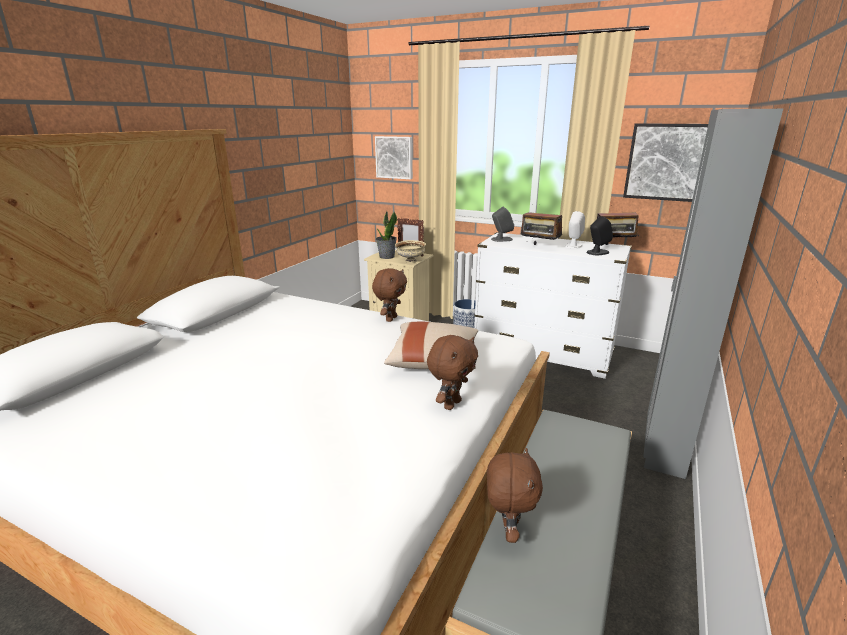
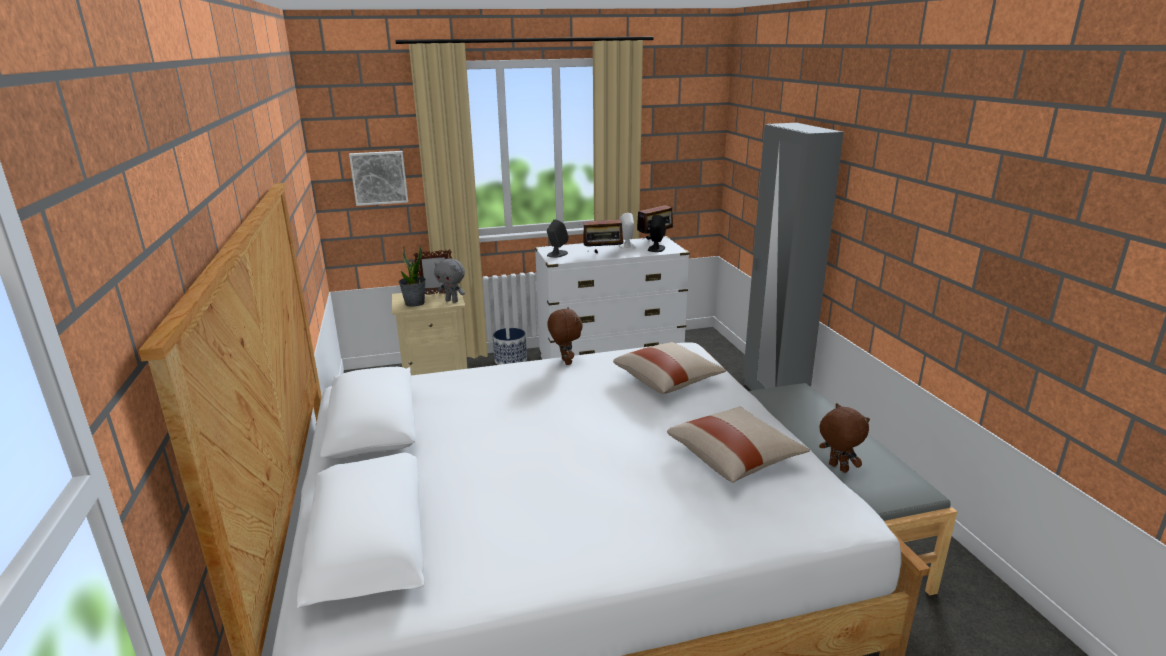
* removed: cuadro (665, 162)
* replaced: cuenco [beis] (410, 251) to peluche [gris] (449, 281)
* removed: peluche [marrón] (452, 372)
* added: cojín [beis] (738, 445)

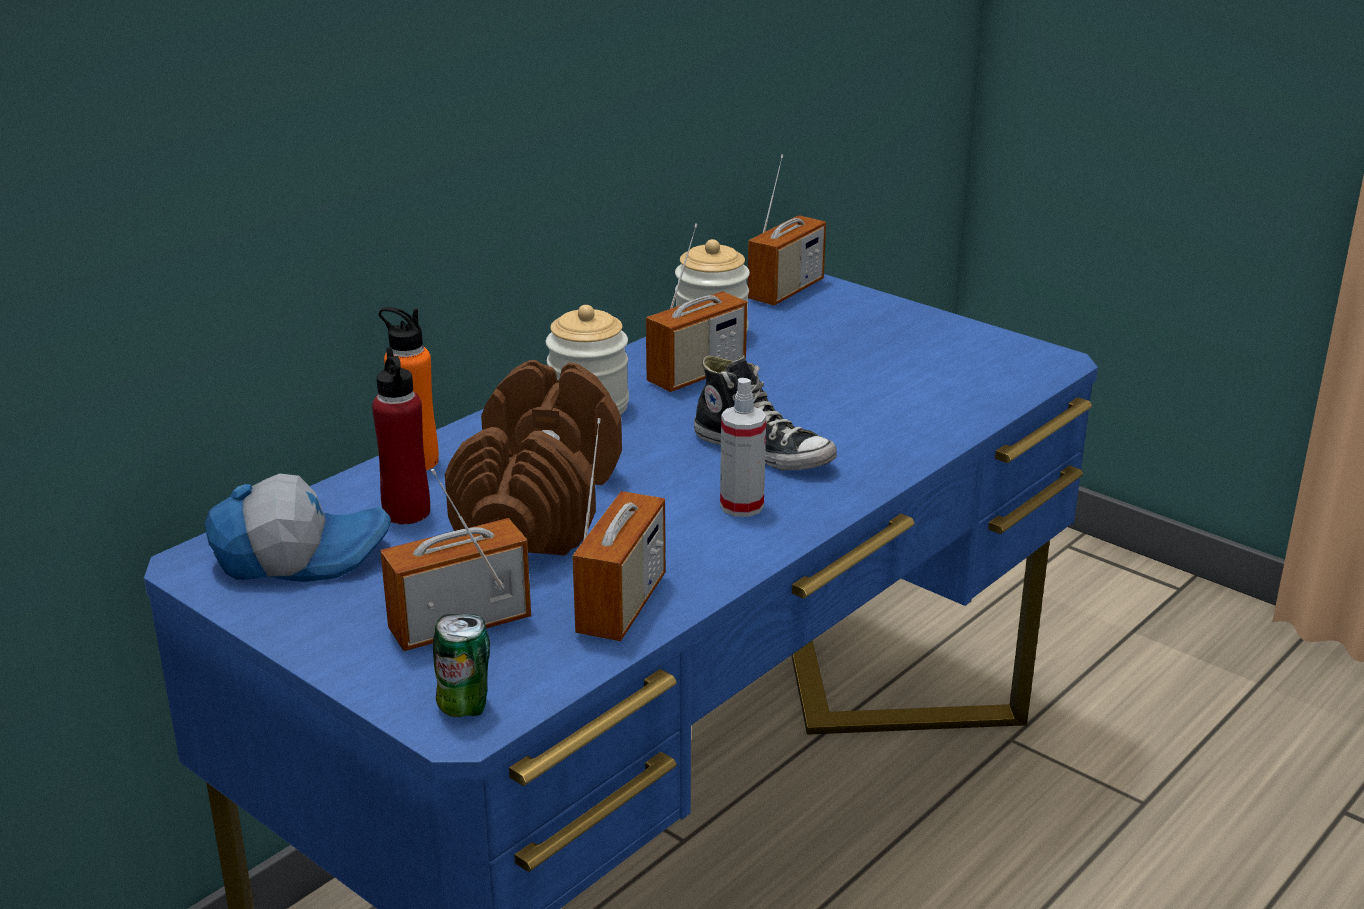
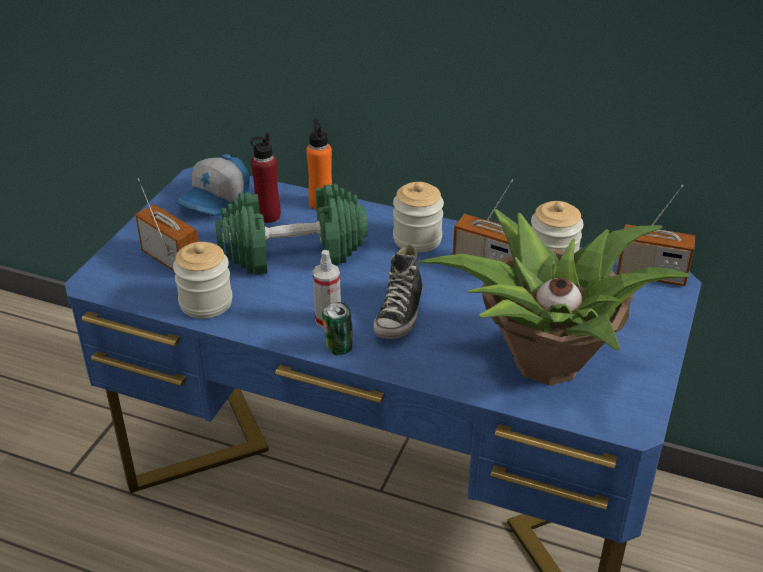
* recoloured: mancuerna [marrón] (533, 458) to mancuerna [verde] (291, 229)
* replaced: radio (619, 529) to tarro (202, 280)
* turned: gorra (297, 527) = (213, 185) 60 degrees clockwise
* moved: lata (461, 665) to (337, 328)
* added: planta en maceta (554, 297)

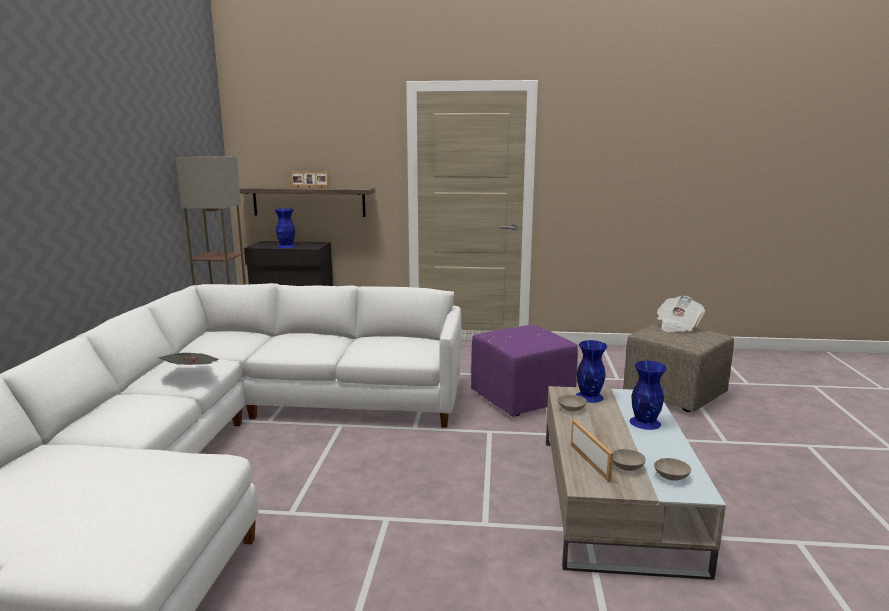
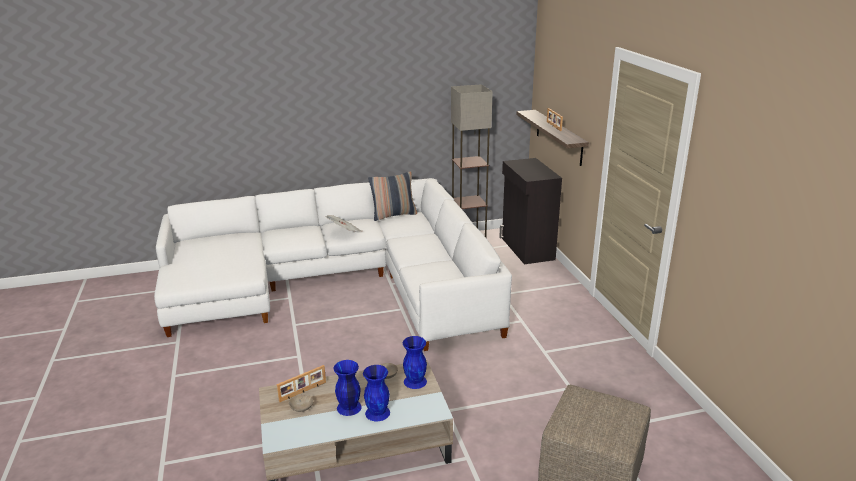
* moved: florero [azul] (285, 228) to (347, 388)
* removed: periódico (681, 314)
* removed: puf [morado] (524, 371)
* removed: cuenco [beis] (672, 469)
* added: cojín (392, 196)

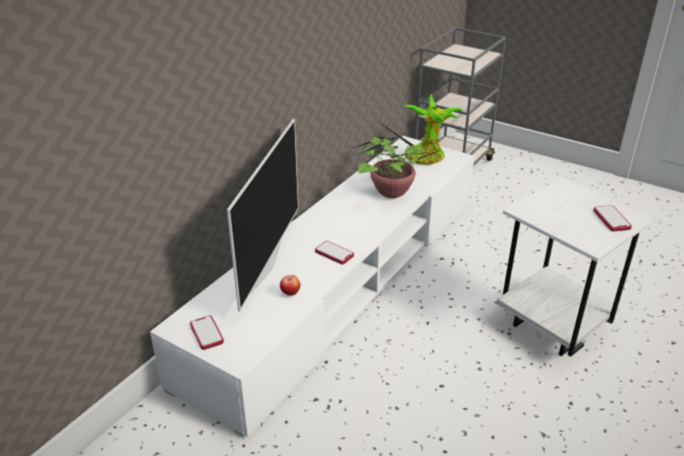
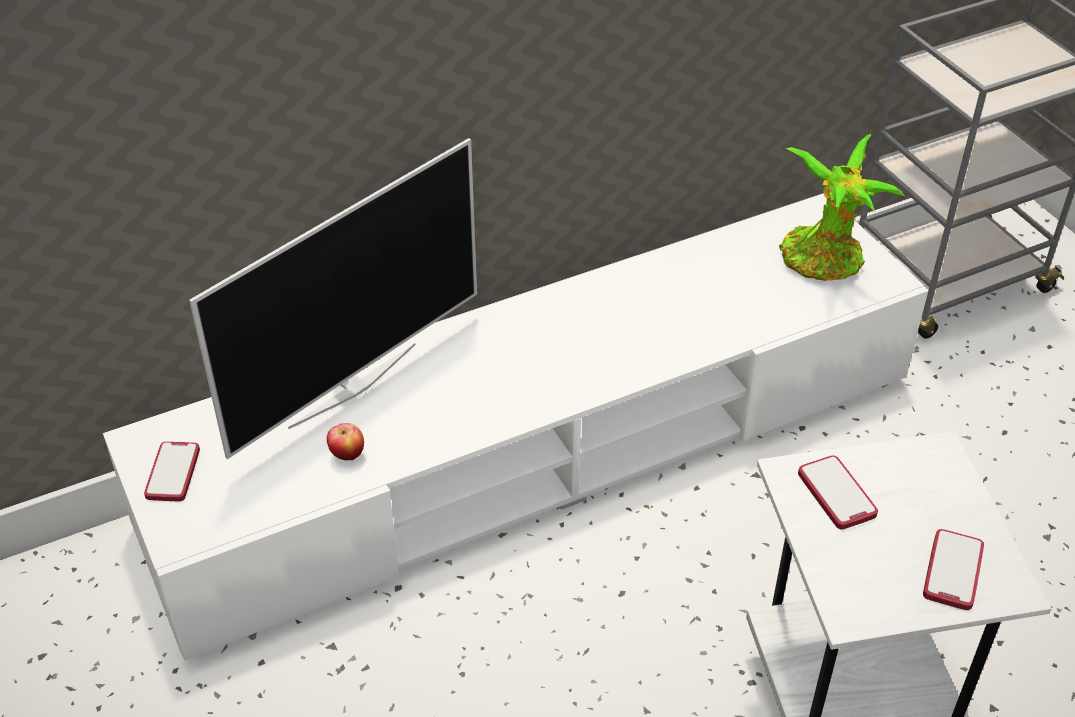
* removed: planta en maceta (397, 159)
* moved: móvil (334, 252) to (838, 492)

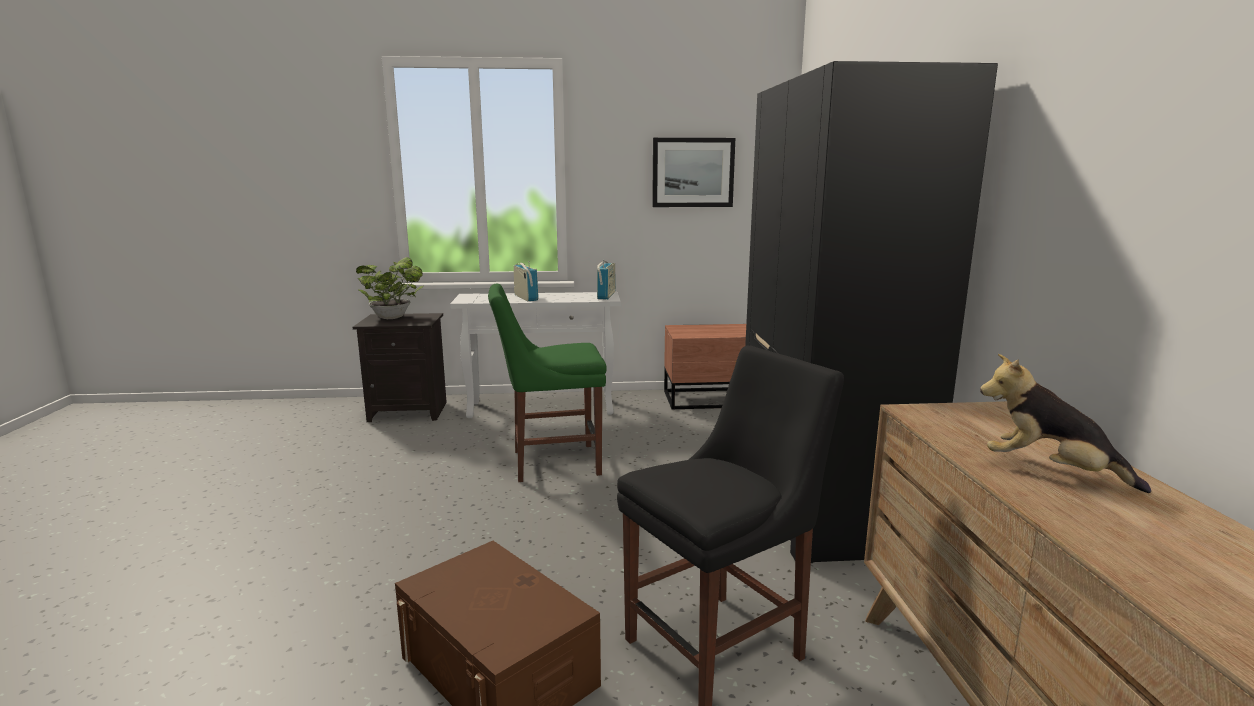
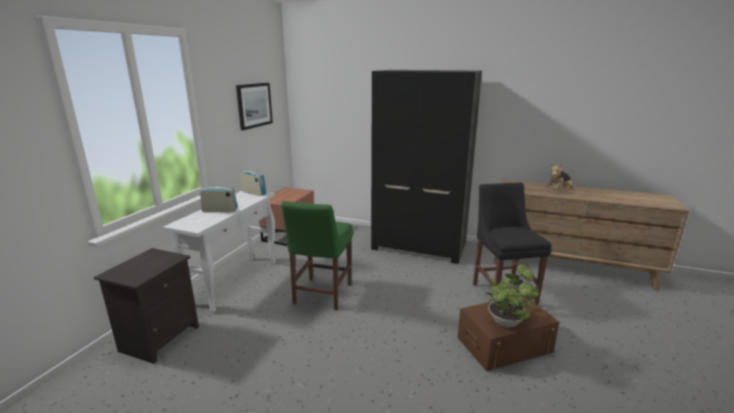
* moved: planta en maceta (390, 288) to (513, 296)

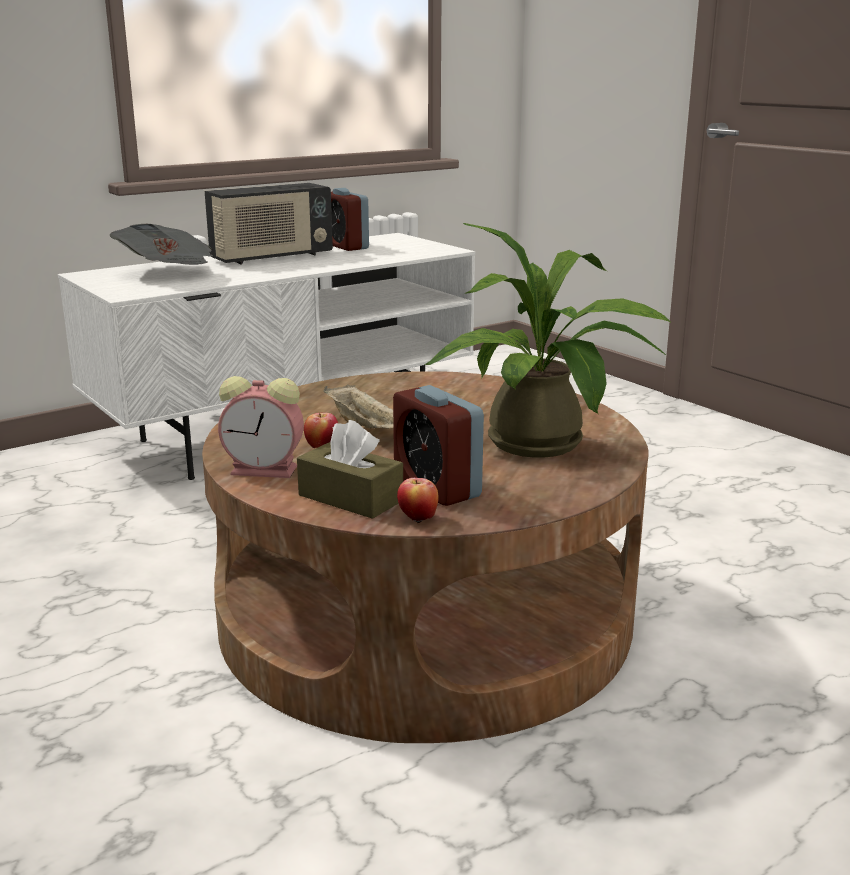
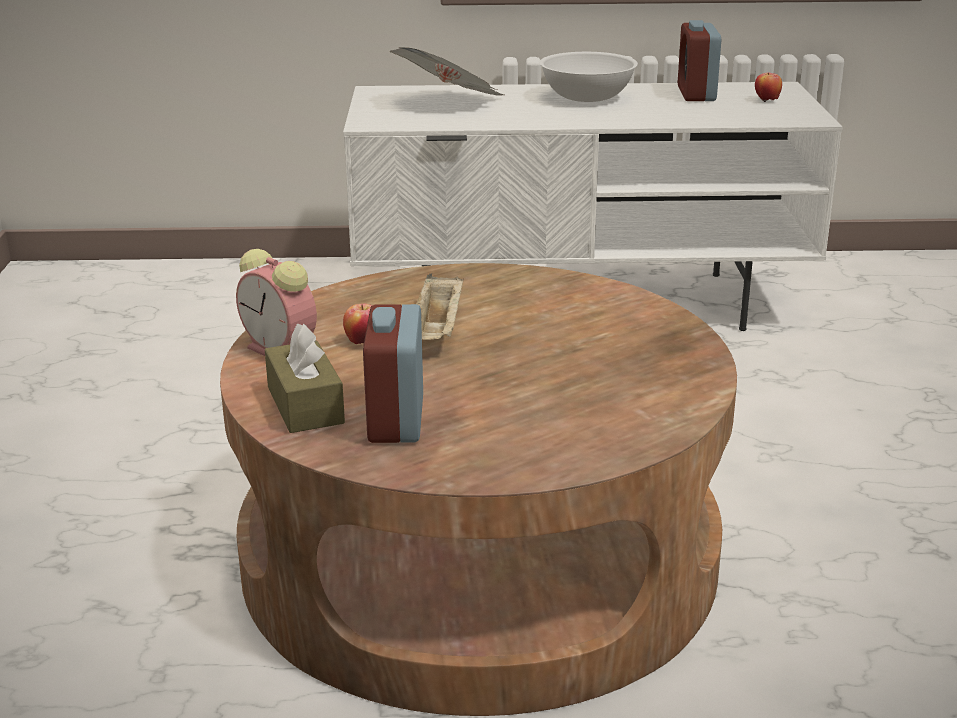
* replaced: radio (269, 223) to cuenco [blanco] (588, 77)
* removed: planta en maceta (548, 340)
* moved: manzana (418, 500) to (768, 87)

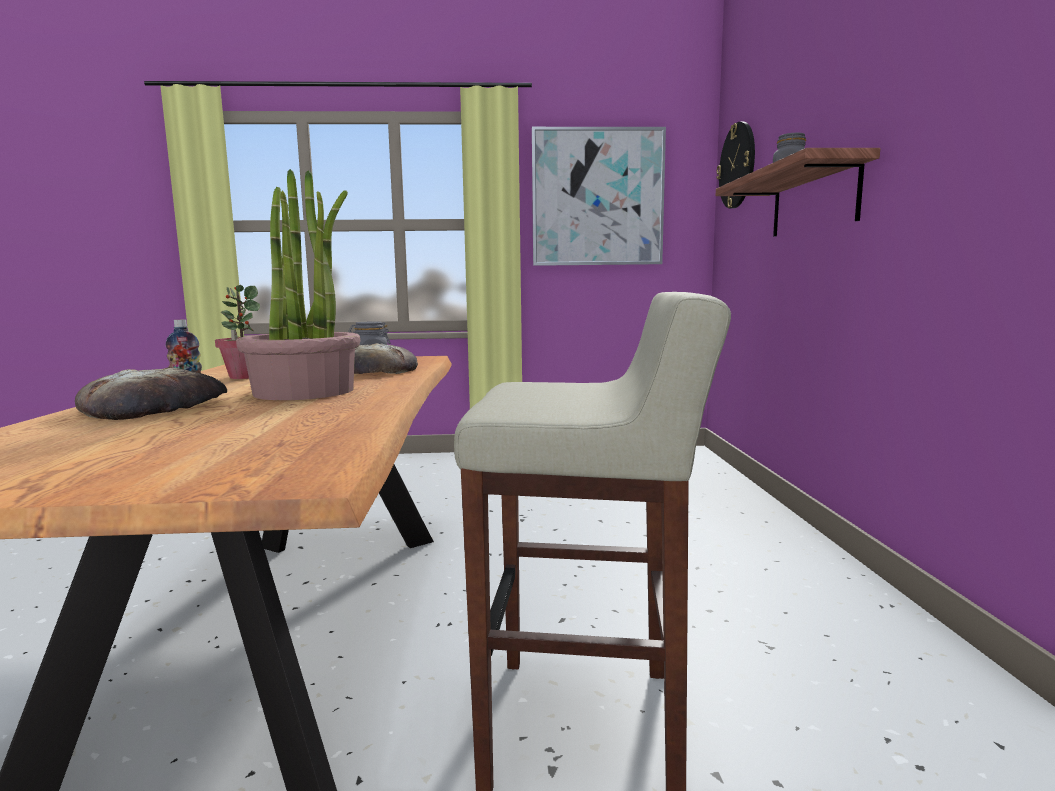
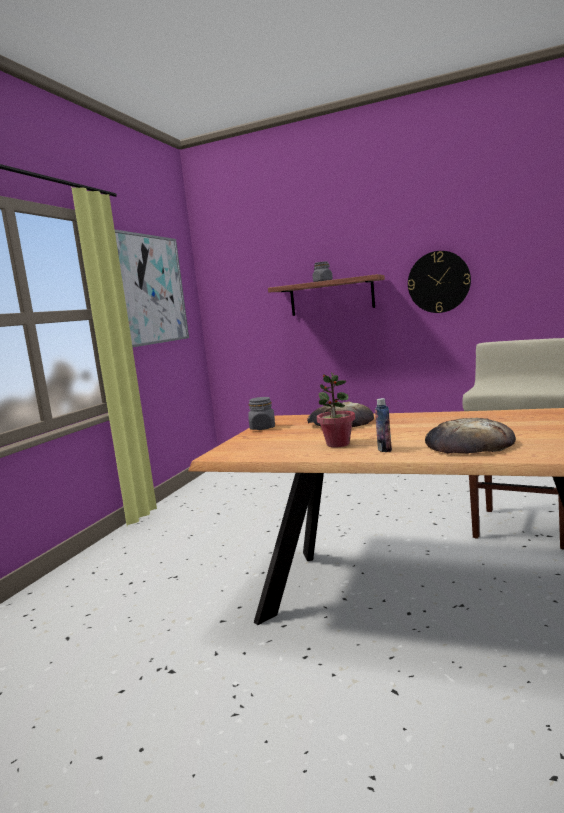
* moved: reloj de pared (735, 165) to (439, 282)
* removed: planta en maceta (298, 284)

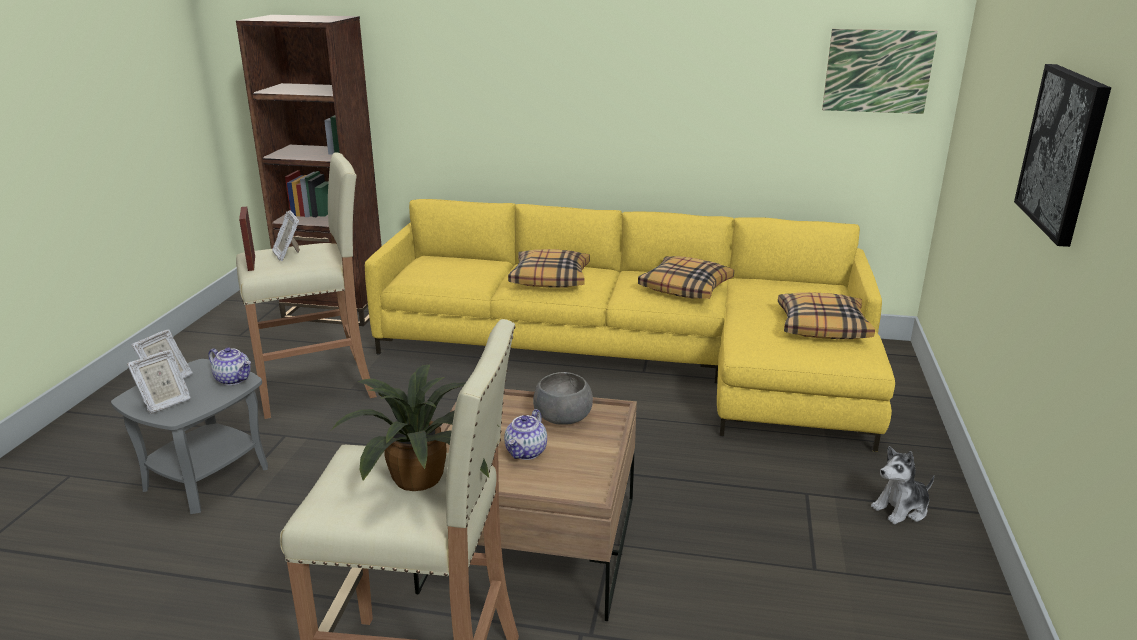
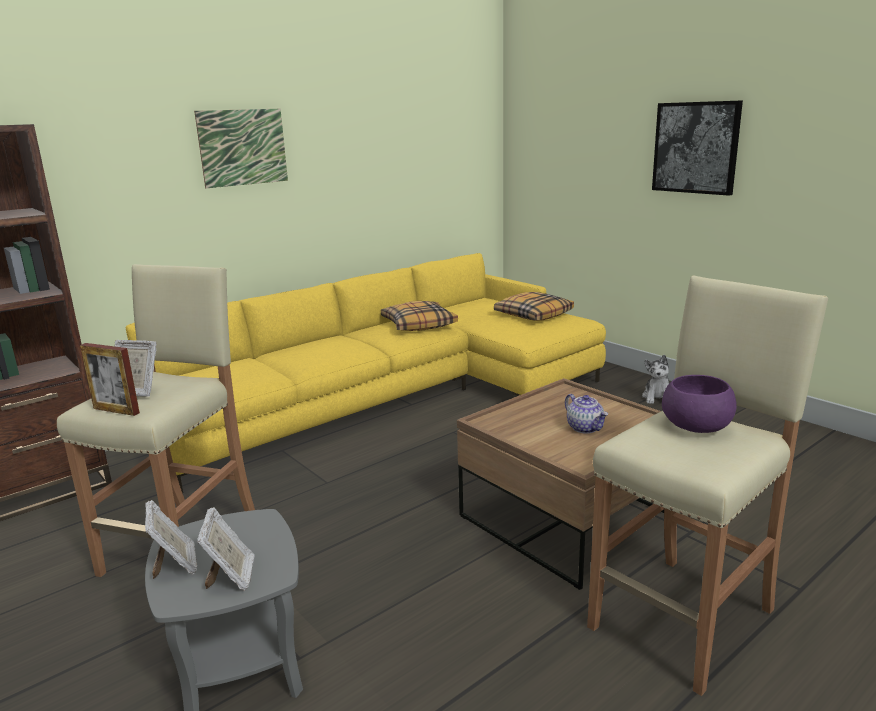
* moved: cuadro (880, 71) to (241, 148)
* removed: cojín (549, 268)
* removed: tetera (229, 366)
* replaced: planta en maceta (415, 428) to cuenco [morado] (699, 404)
* removed: cuenco [gris] (563, 398)

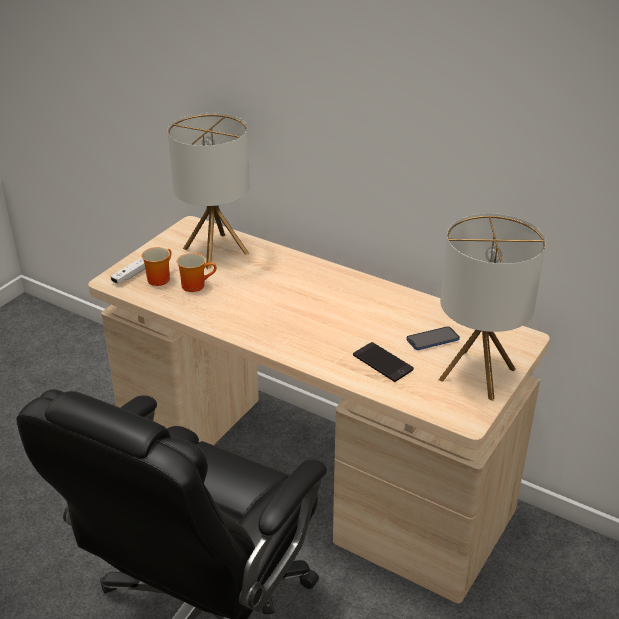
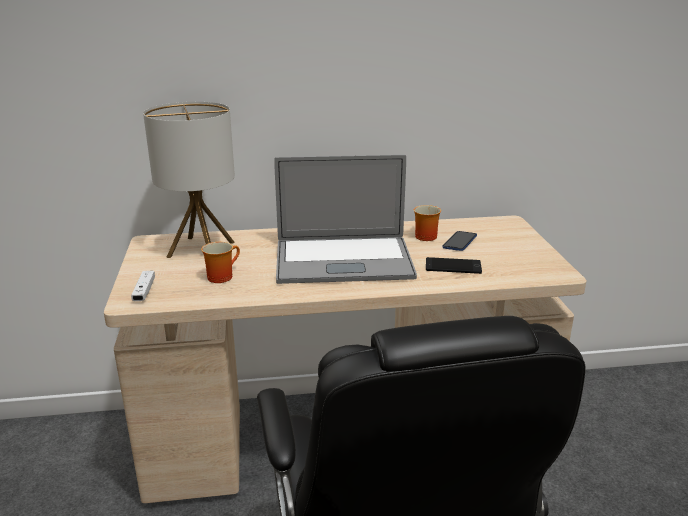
* removed: lámpara de mesa (492, 307)
* moved: taza grande (156, 266) to (427, 223)
* added: portátil (345, 219)

